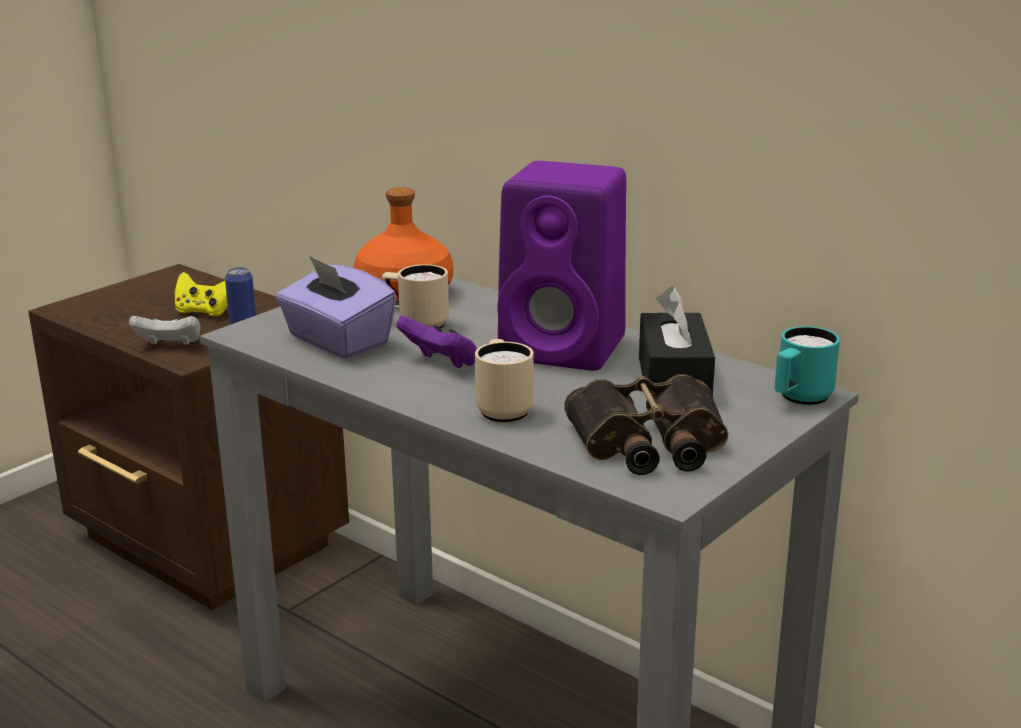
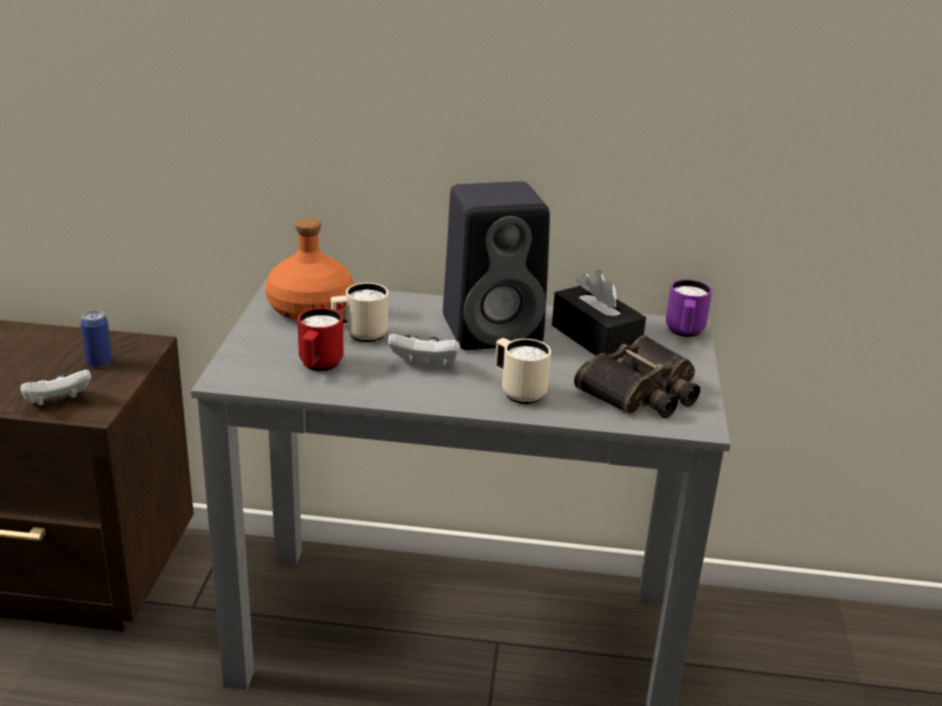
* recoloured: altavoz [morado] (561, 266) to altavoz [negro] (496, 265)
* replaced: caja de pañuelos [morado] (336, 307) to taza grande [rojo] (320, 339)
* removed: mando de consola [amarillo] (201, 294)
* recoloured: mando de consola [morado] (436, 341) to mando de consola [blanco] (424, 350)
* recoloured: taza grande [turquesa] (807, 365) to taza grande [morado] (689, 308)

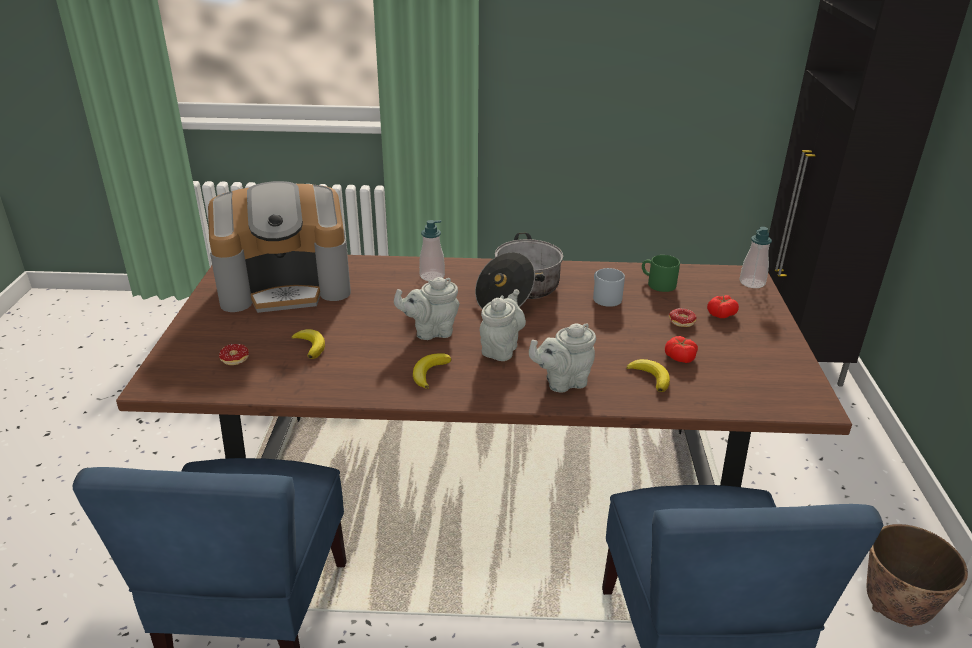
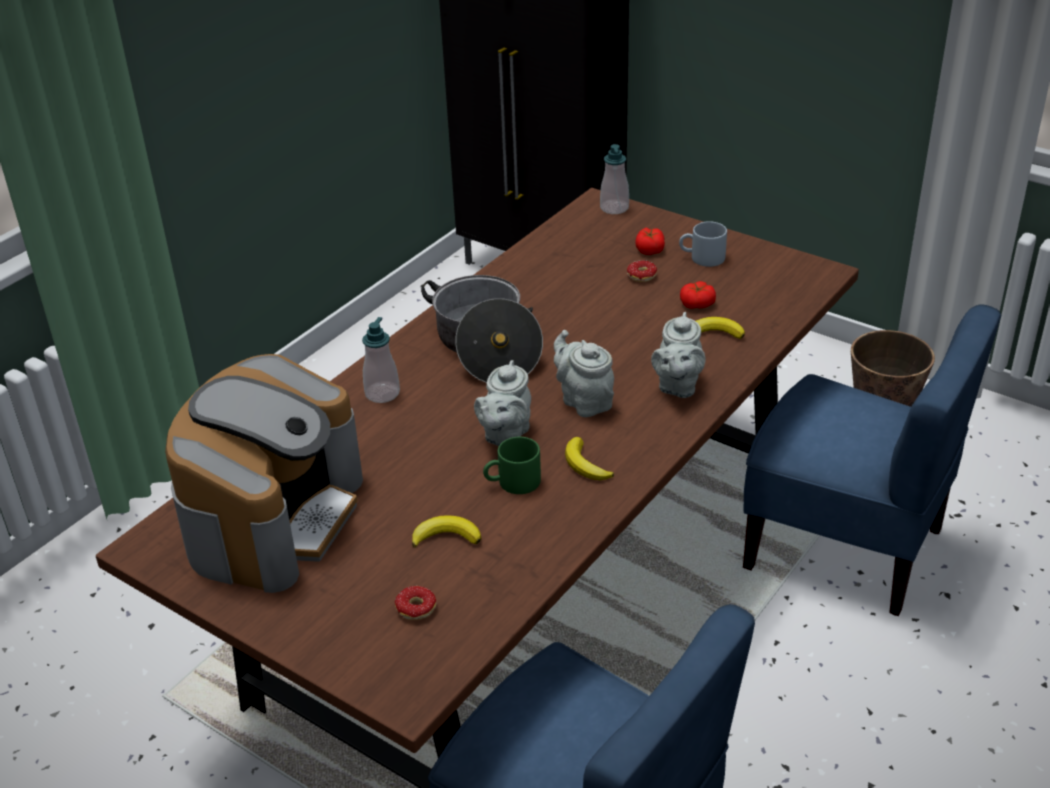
* moved: taza grande [verde] (661, 273) to (512, 465)
* moved: taza grande [gris] (609, 287) to (703, 244)

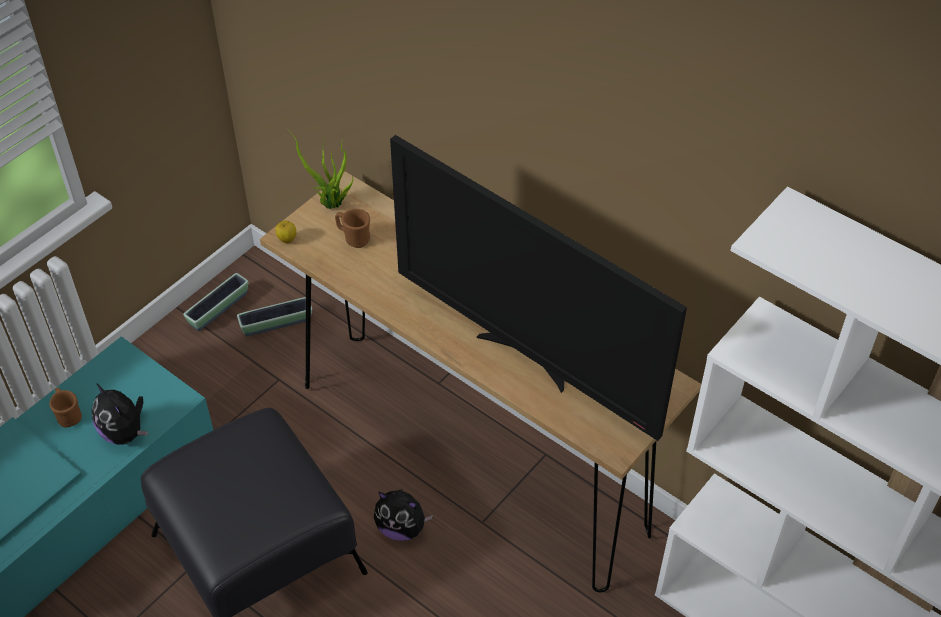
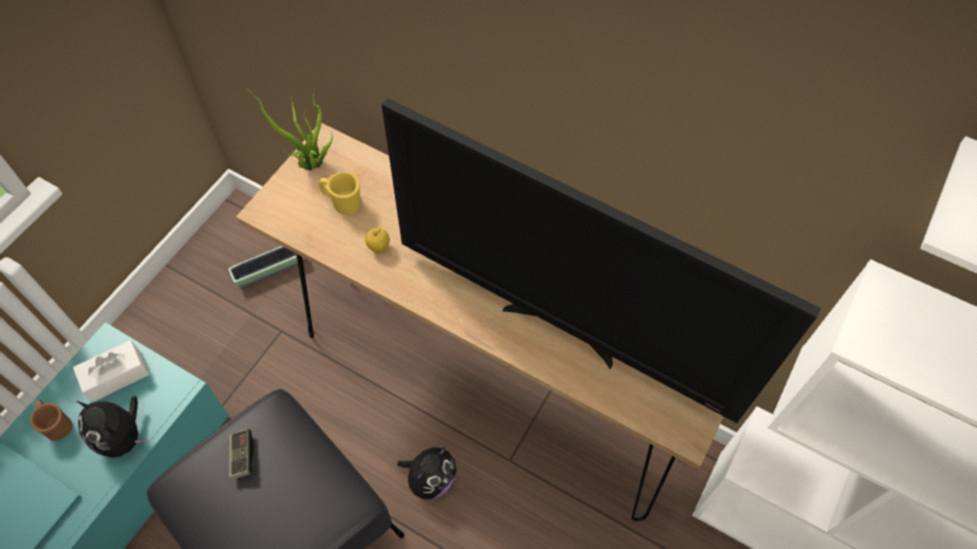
* recoloured: taza grande [marrón] (352, 228) to taza grande [amarillo] (340, 193)
* moved: manzana (286, 231) to (377, 240)
* removed: maceta (215, 302)
* turned: peluche (403, 515) = (427, 471) 60 degrees counterclockwise
* added: caja de pañuelos [blanco] (111, 371)
* added: mando de consola (240, 454)

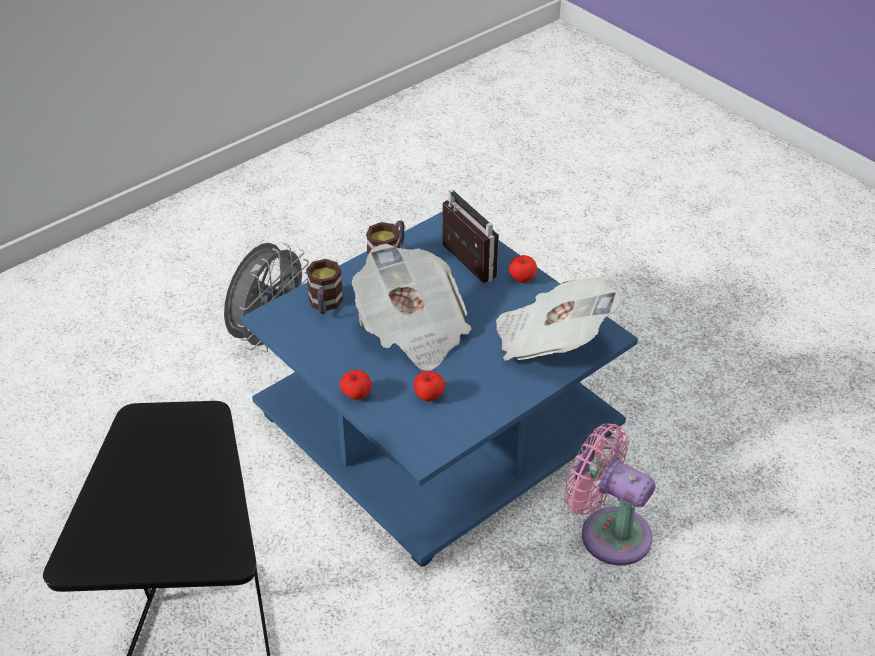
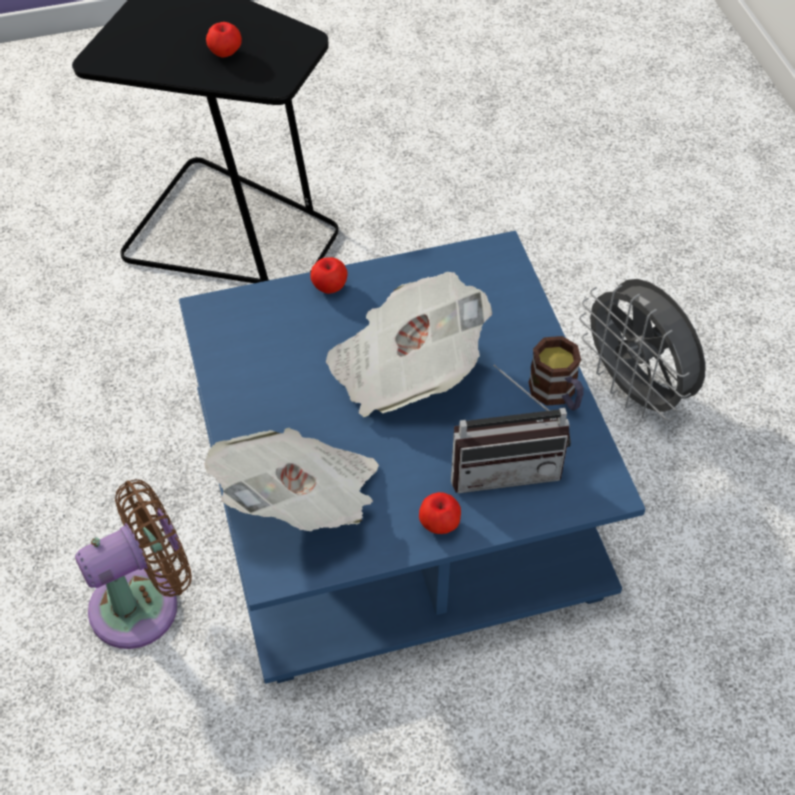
* removed: taza grande (324, 286)
* moved: manzana (429, 386) to (224, 40)
* recoloured: ventilador [rosa] (610, 494) to ventilador [marrón] (133, 564)

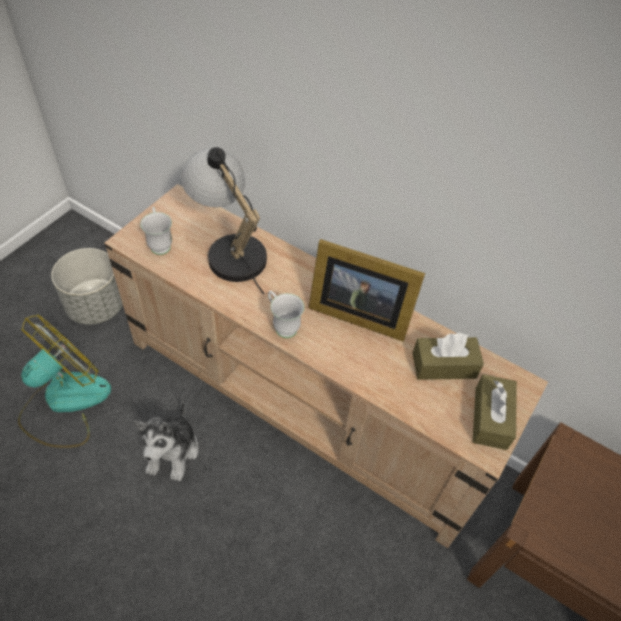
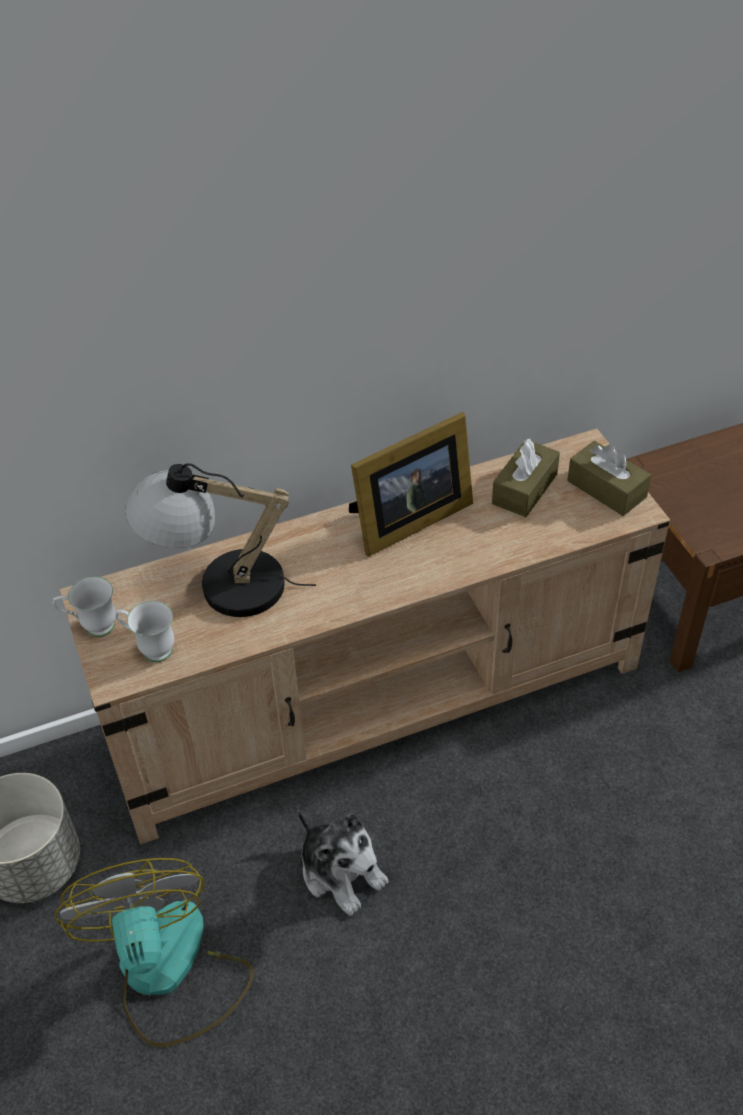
* moved: taza grande [blanco] (286, 314) to (84, 606)

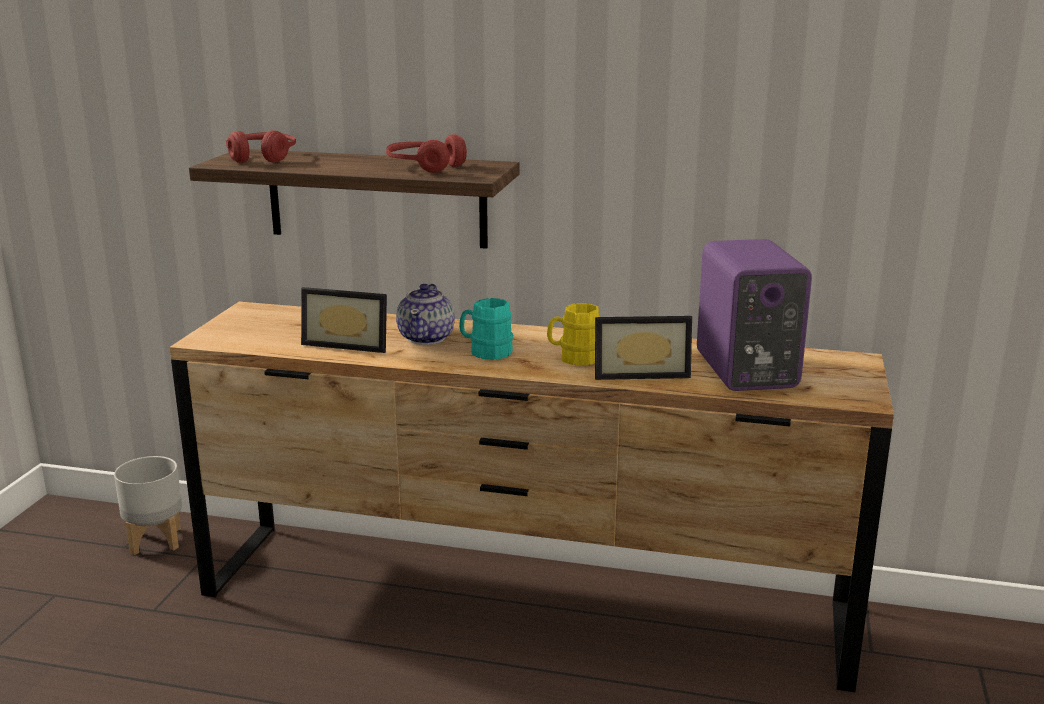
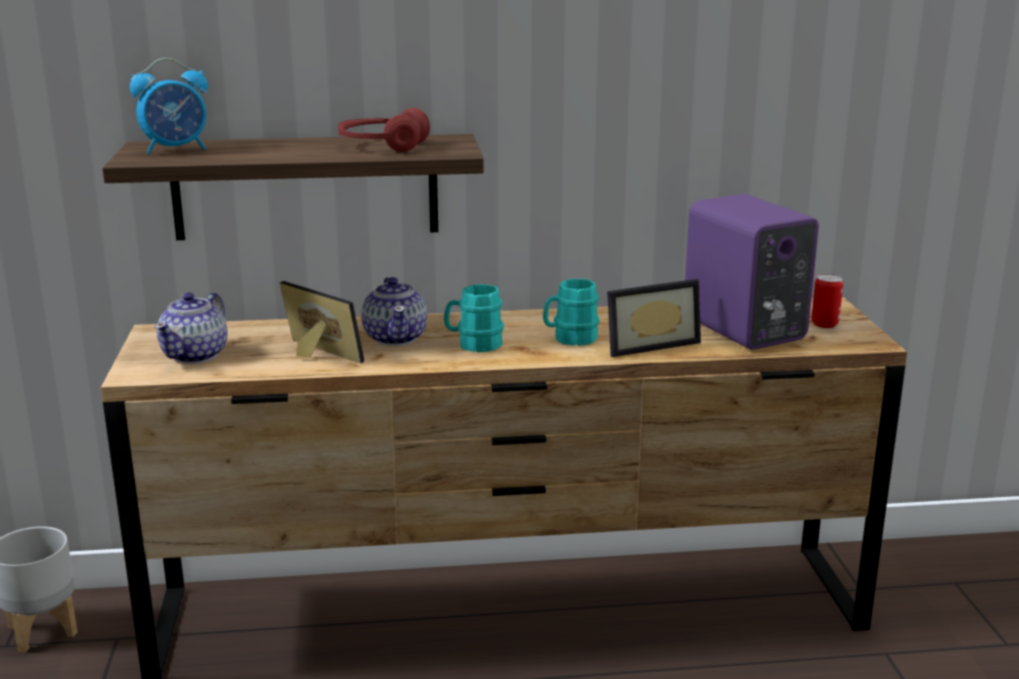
* replaced: auriculares [rojo] (261, 147) to despertador (169, 106)
* turned: portarretratos (344, 320) = (322, 322) 135 degrees counterclockwise
* recoloured: taza grande [amarillo] (573, 334) to taza grande [turquesa] (571, 312)
* added: lata (827, 301)
* added: tetera (190, 328)

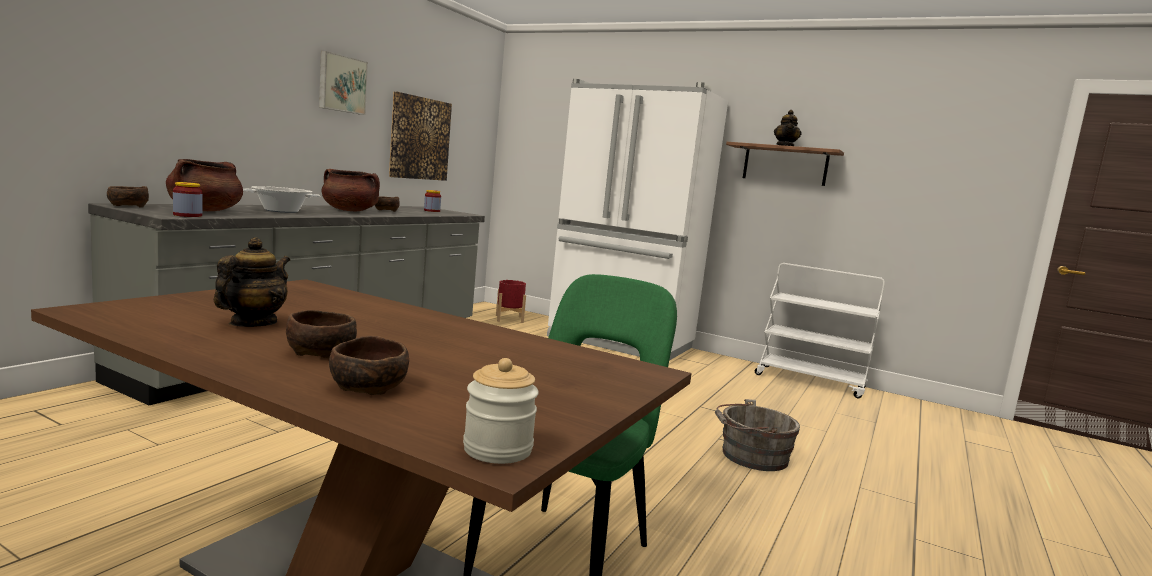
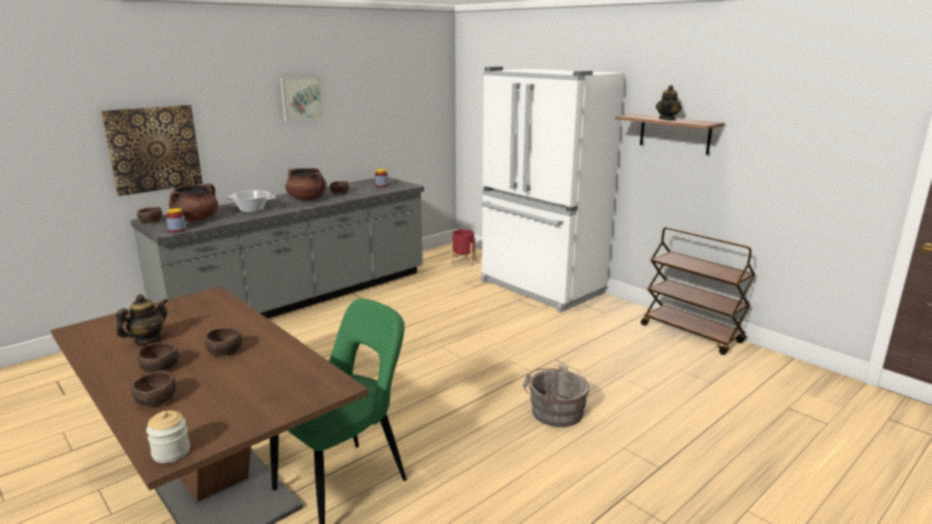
* moved: cuadro (420, 136) to (152, 150)
* recoloured: carrito [blanco] (820, 330) to carrito [marrón] (698, 291)
* added: cuenco [marrón] (223, 342)

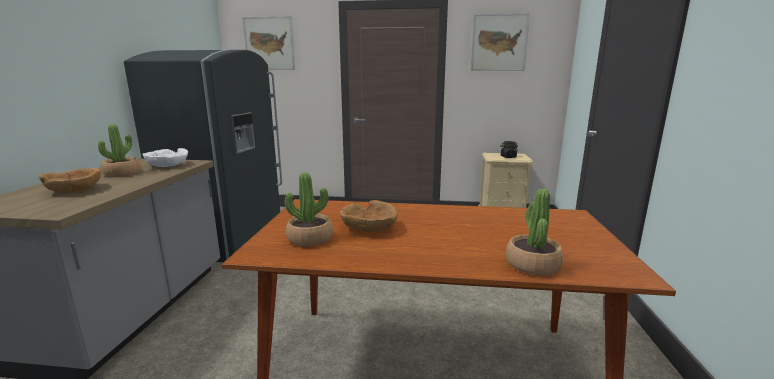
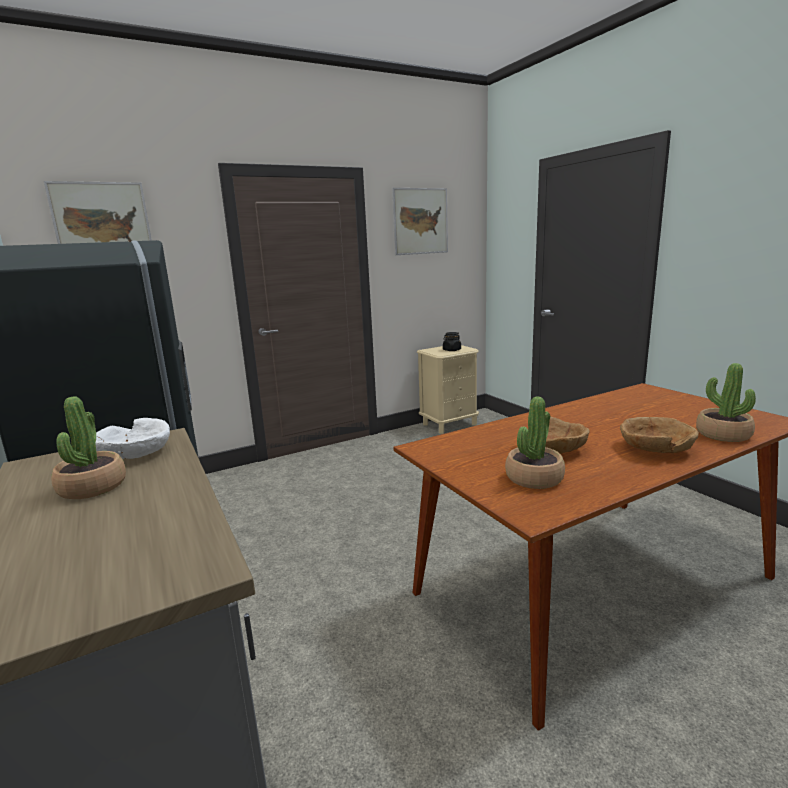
* moved: cuenco [marrón] (70, 180) to (659, 435)

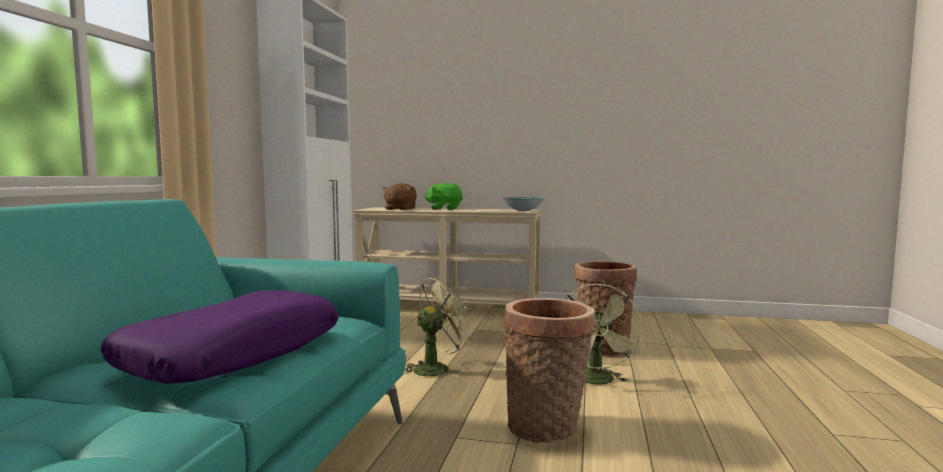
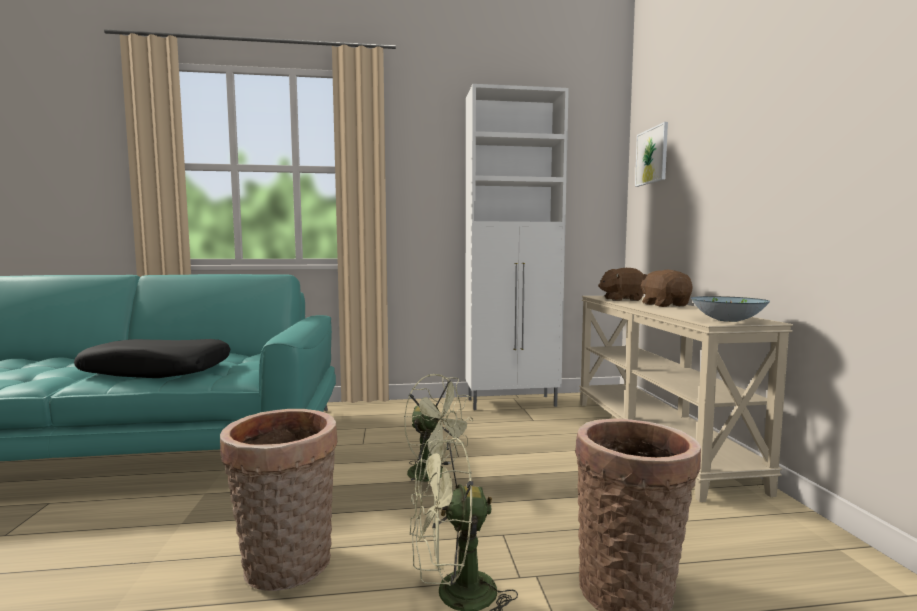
* recoloured: peluche [verde] (443, 196) to peluche [marrón] (666, 288)
* recoloured: cojín [morado] (220, 337) to cojín [negro] (152, 358)
* added: cuadro (651, 154)

